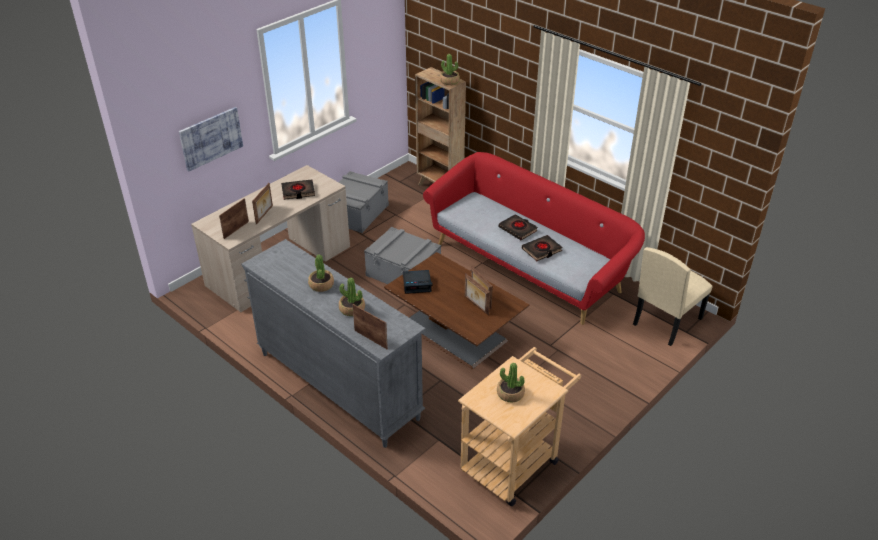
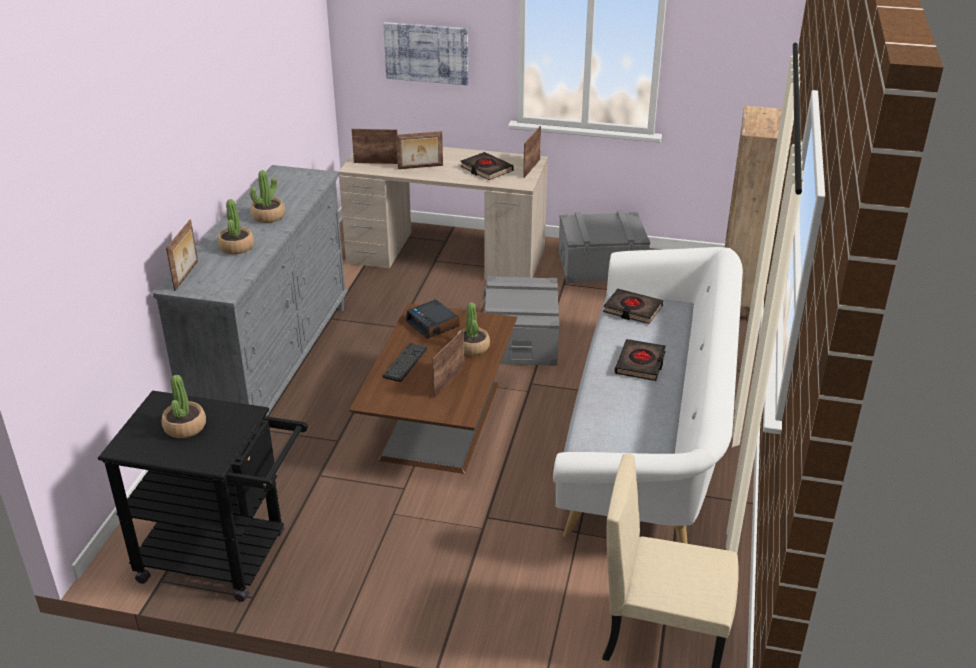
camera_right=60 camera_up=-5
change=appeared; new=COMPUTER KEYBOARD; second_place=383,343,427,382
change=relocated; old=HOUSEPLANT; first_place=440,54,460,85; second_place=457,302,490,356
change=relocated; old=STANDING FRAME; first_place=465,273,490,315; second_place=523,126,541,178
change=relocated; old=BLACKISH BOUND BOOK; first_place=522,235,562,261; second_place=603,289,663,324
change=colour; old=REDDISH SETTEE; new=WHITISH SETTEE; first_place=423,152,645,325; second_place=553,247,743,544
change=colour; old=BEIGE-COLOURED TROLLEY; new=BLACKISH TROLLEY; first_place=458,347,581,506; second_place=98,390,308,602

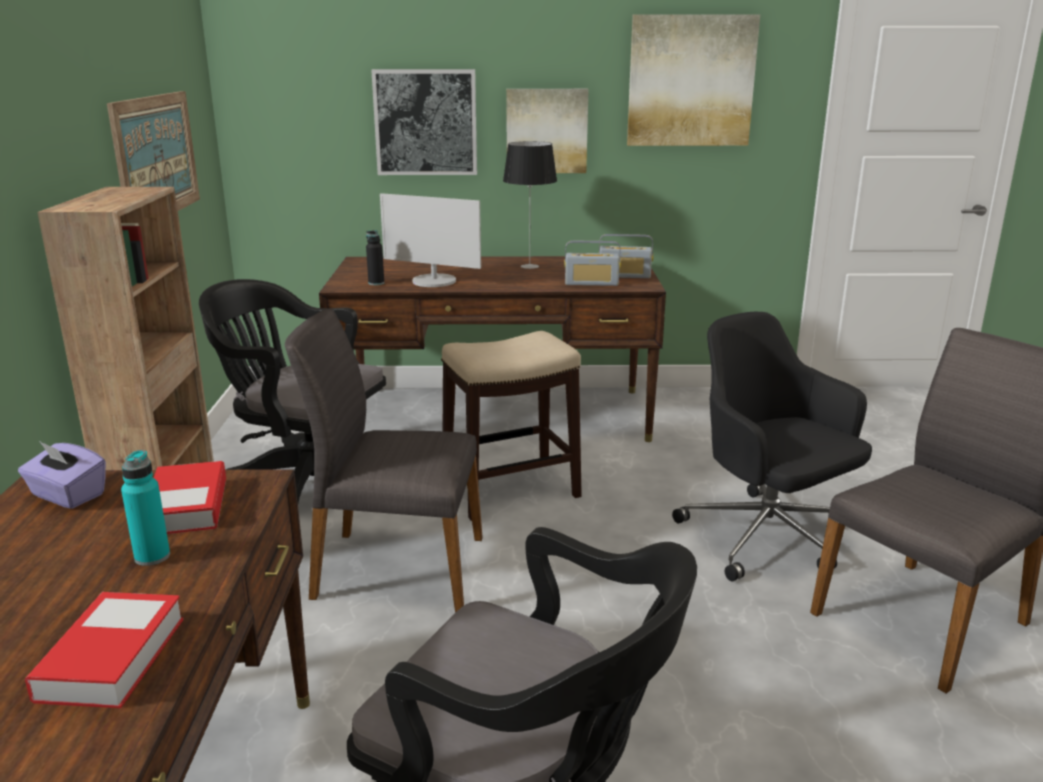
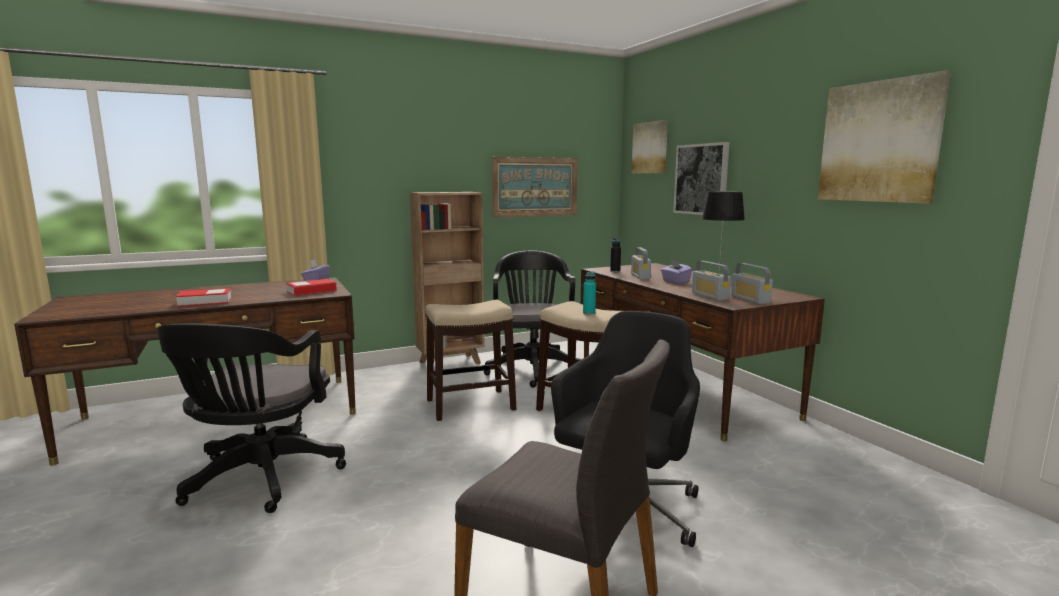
camera_right=65 camera_up=-10
change=appeared; new=PURPLE TISSUE BOX; second_place=661,260,692,284
change=relocated; old=BLUE-GREEN BEVERAGE BOTTLE; first_place=121,450,170,566; second_place=583,272,596,315
change=relocated; old=WALL ART; first_place=506,89,589,173; second_place=631,120,668,173
change=exchanged; old=GRAY CHAIR; new=SITTING STOOL; first_place=285,309,483,612; second_place=425,299,516,421
change=exchanged; old=COMPUTER DISPLAY; new=RADIO RECEIVER; first_place=380,193,481,287; second_place=631,247,651,280

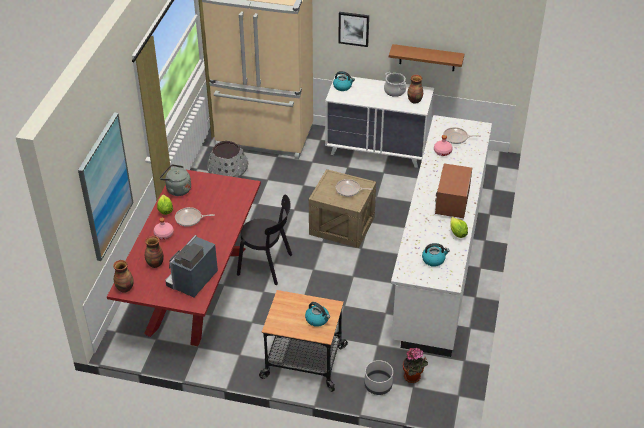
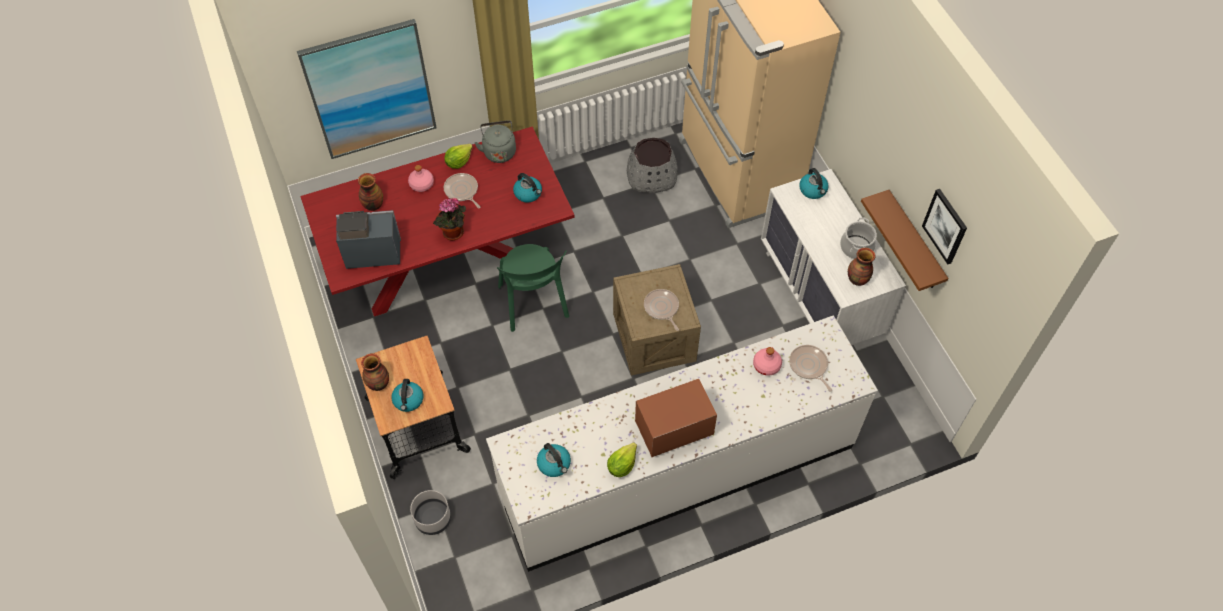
camera_right=55 camera_up=15
change=appeared; new=TEA KETTLE; second_place=513,173,542,203
change=relocated; old=FLOWER VASE; first_place=113,260,134,293; second_place=361,353,389,391
change=relocated; old=WALL ART; first_place=338,12,369,47; second_place=922,189,967,264
change=relocated; old=HOUSEPLANT; first_place=403,348,428,383; second_place=433,198,466,240
change=colour; old=BLACKISH CHAIR; new=GREENISH CHAIR; first_place=237,195,292,285; second_place=497,244,569,332

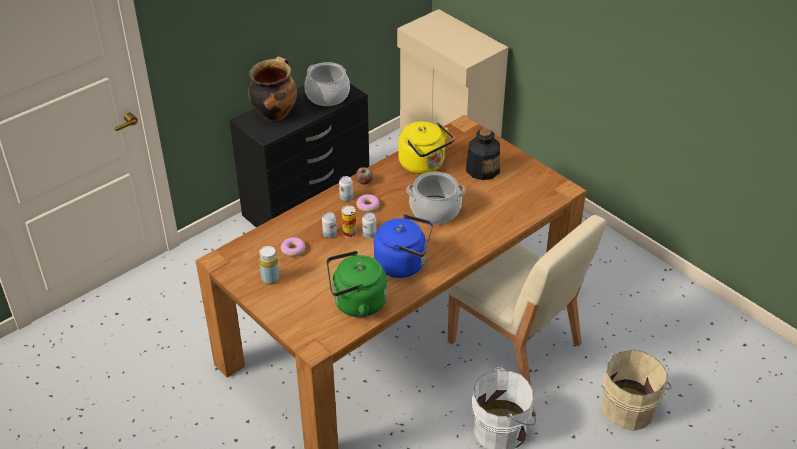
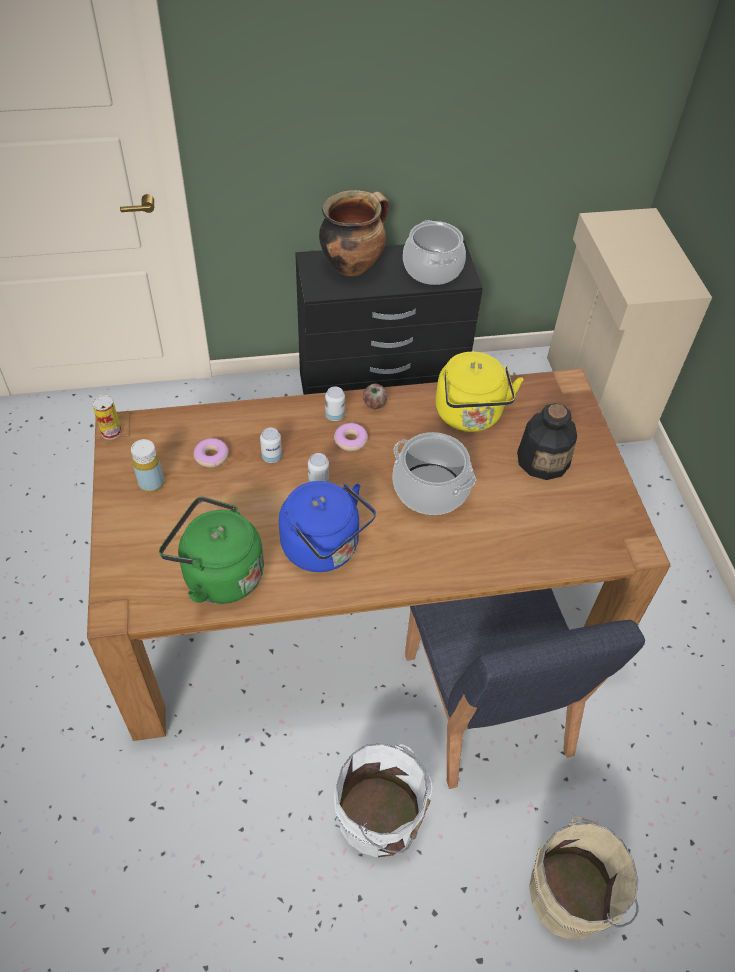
camera_right=30 camera_up=10
change=relocated; old=SEALED CAN; first_place=341,205,357,238; second_place=92,395,121,440
change=colour; old=BEIGE-COLOURED CHAIR; new=BLUISH CHAIR; first_place=448,215,606,385; second_place=405,588,645,789

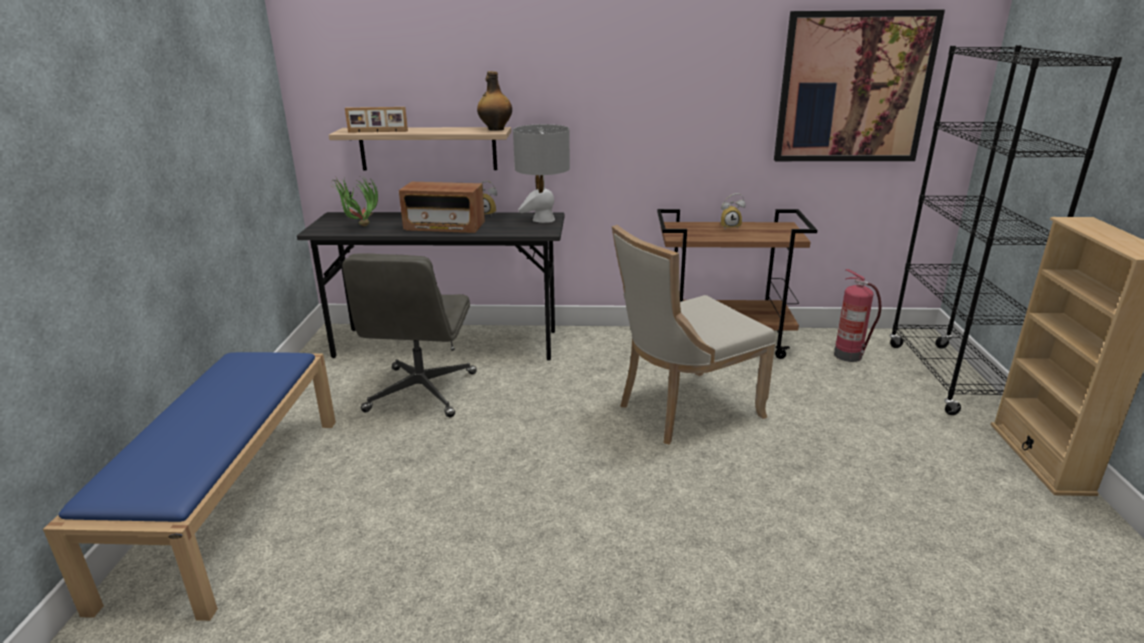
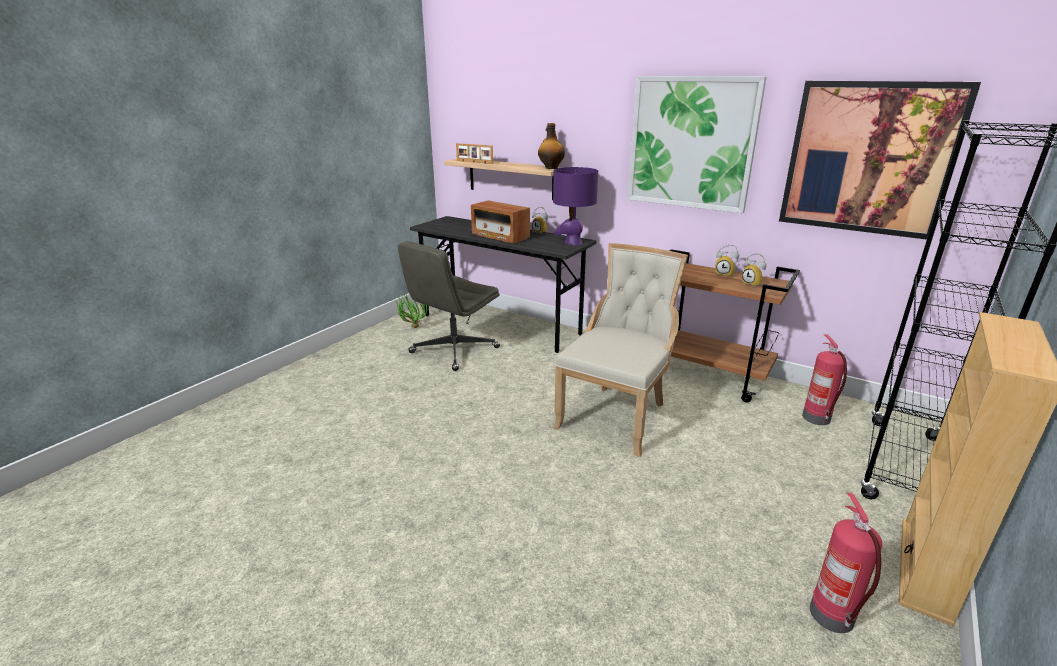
camera_right=30 camera_up=0
change=missing; old=BLUISH LONG SEAT; first_place=43,352,336,621
change=appeared; new=WALL ART; second_place=627,76,767,213
change=appeared; new=TABLE CLOCK; second_place=742,253,767,287
change=appeared; new=EXTINGUISHER; second_place=810,493,882,633
change=relocated; old=HOUSEPLANT; first_place=331,175,378,226; second_place=396,293,427,328
change=colour; old=GRAY LAMP FOR A TABLE; new=PURPLE LAMP FOR A TABLE; first_place=513,124,570,223; second_place=553,167,598,245
change=spun; old=BEIGE-COLOURED CHAIR; first_place=612,225,775,445; second_place=553,243,688,457; degrees=120

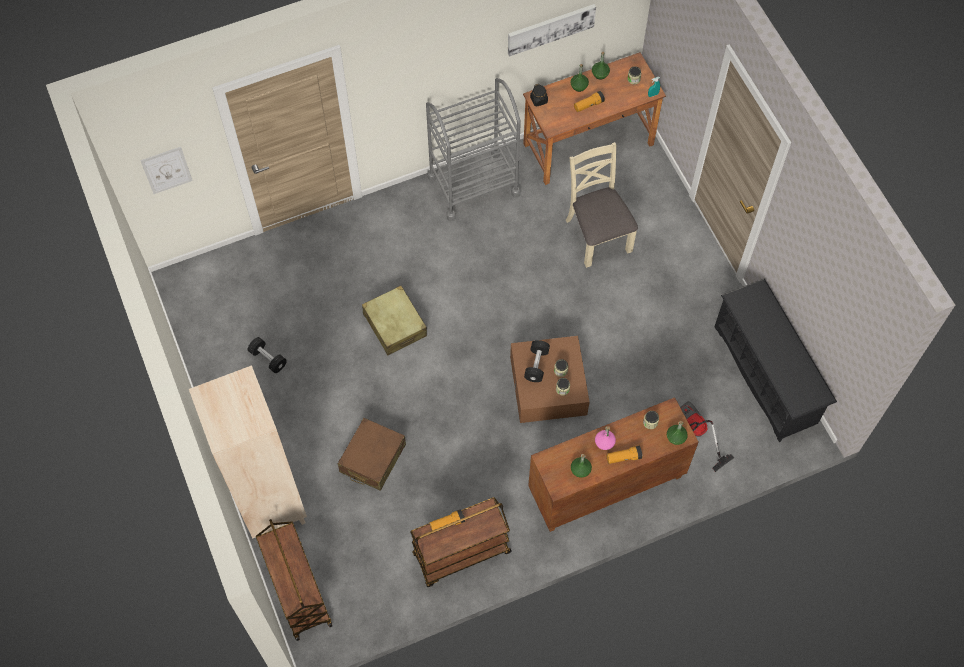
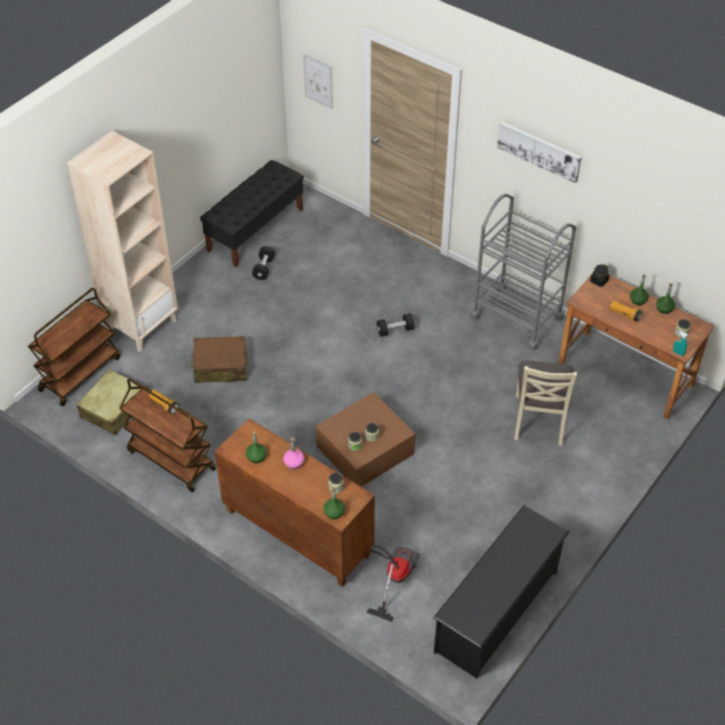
camera_right=60 camera_up=-15
change=missing; old=TORCH; first_place=606,446,643,464
change=appeared; new=BLACKISH LONG SEAT; second_place=200,160,304,267
change=relocated; old=BEIGE-COLOURED PIECE OF LUGGAGE; first_place=362,286,427,355; second_place=77,369,143,435
change=relocated; old=WALL ART; first_place=508,4,596,57; second_place=497,122,582,183
change=relocated; old=BLACKISH HAND WEIGHT; first_place=524,340,550,382; second_place=377,313,414,337
change=spun; old=BEIGE-COLOURED CHAIR; first_place=566,142,638,268; second_place=514,361,577,446; degrees=150

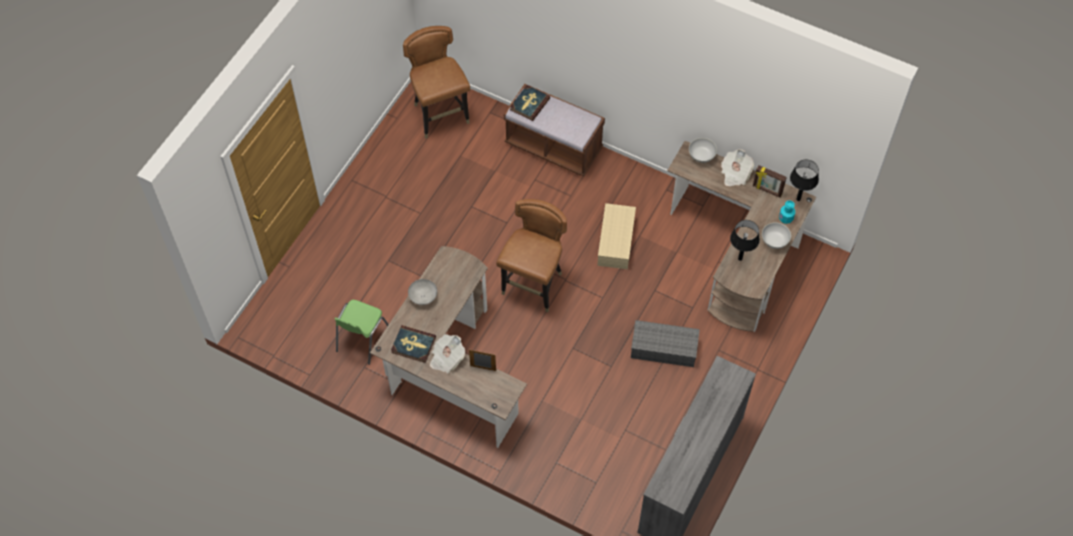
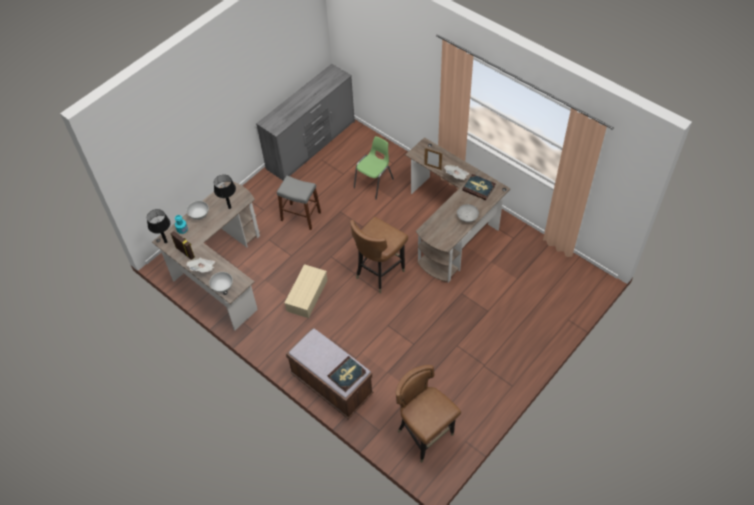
camera_right=-165 camera_up=-5
change=relocated; old=GREENISH CHAIR; first_place=334,300,389,365; second_place=354,136,394,200
change=exchanged; old=GRAY STORAGE BOX; new=GRAY SITTING STOOL; first_place=631,320,700,367; second_place=277,176,321,230
change=spun; old=BROWNISH CHAIR; first_place=403,26,470,139; second_place=396,365,461,463; degrees=150

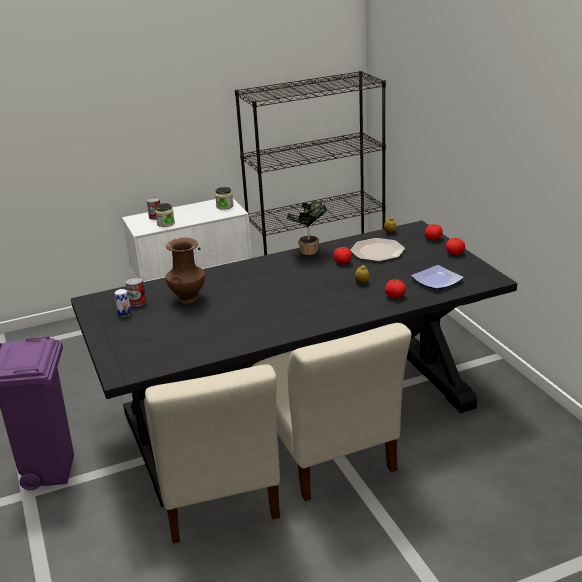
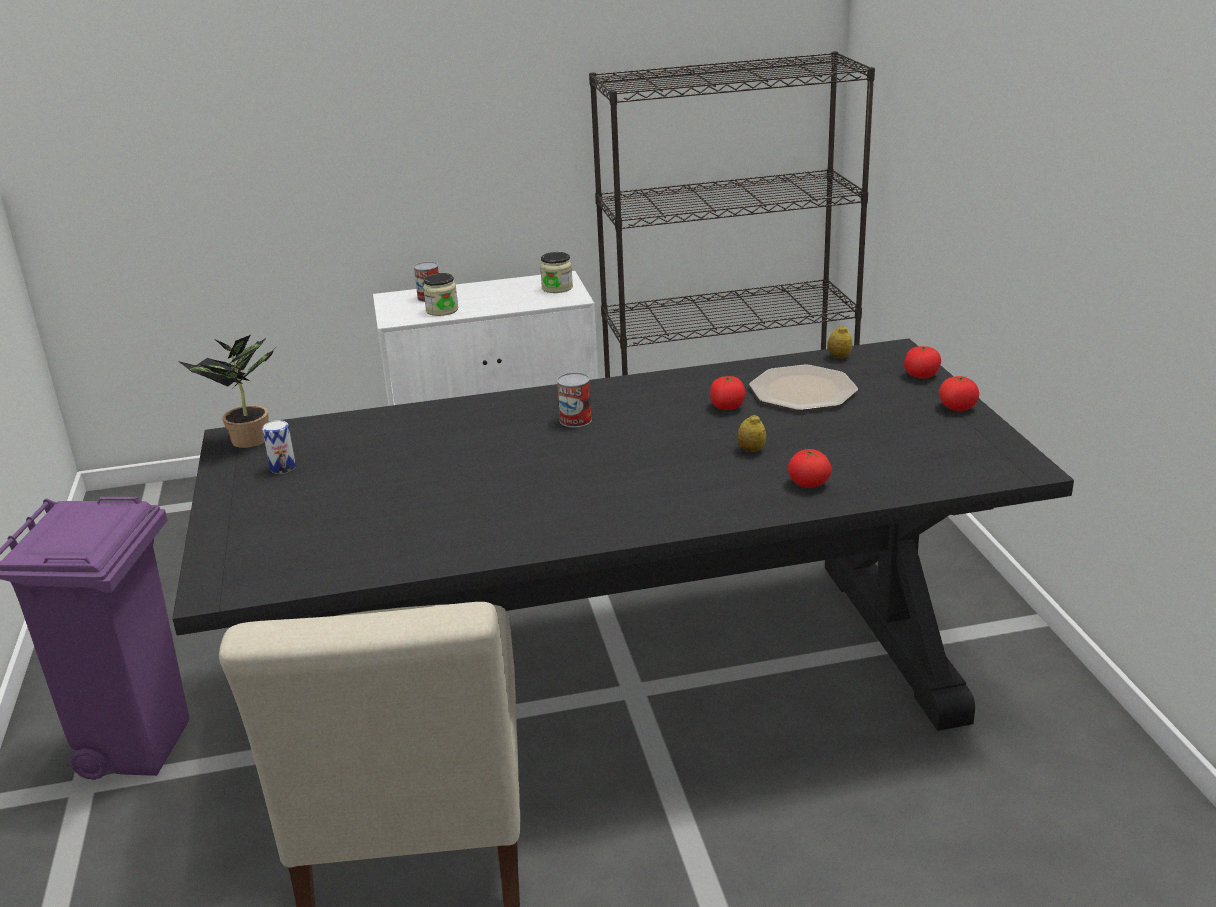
camera_right=10 camera_up=0
change=missing; old=BROWNISH FLOWER VASE; first_place=165,237,205,304
change=missing; old=BEIGE-COLOURED CHAIR; first_place=252,323,412,501
change=missing; old=DINNER PLATE; first_place=411,265,464,290
change=relocated; old=SEALED CAN; first_place=125,277,146,306; second_place=557,372,592,427
change=relocated; old=HOUSEPLANT; first_place=286,201,327,255; second_place=178,335,275,448

